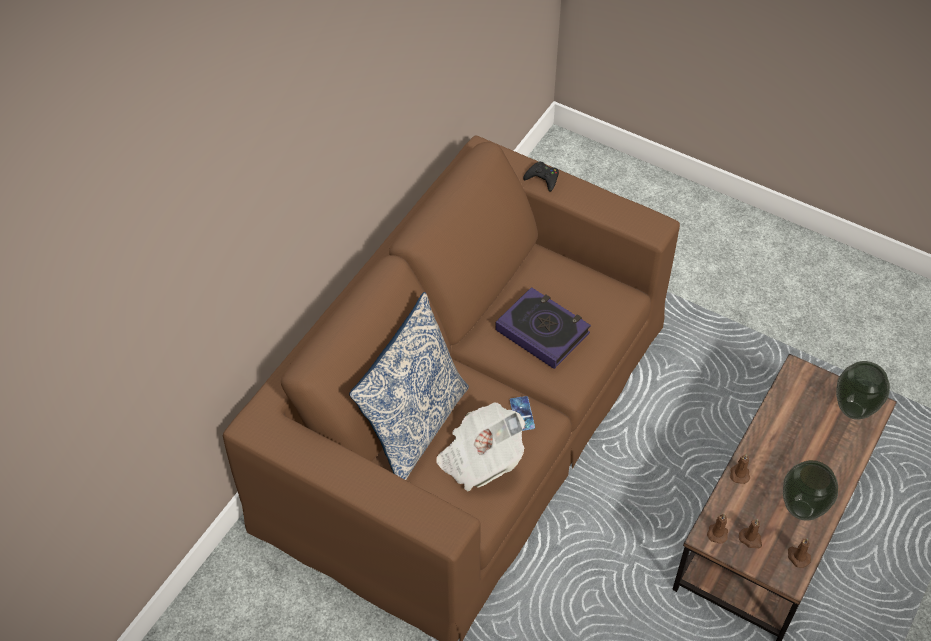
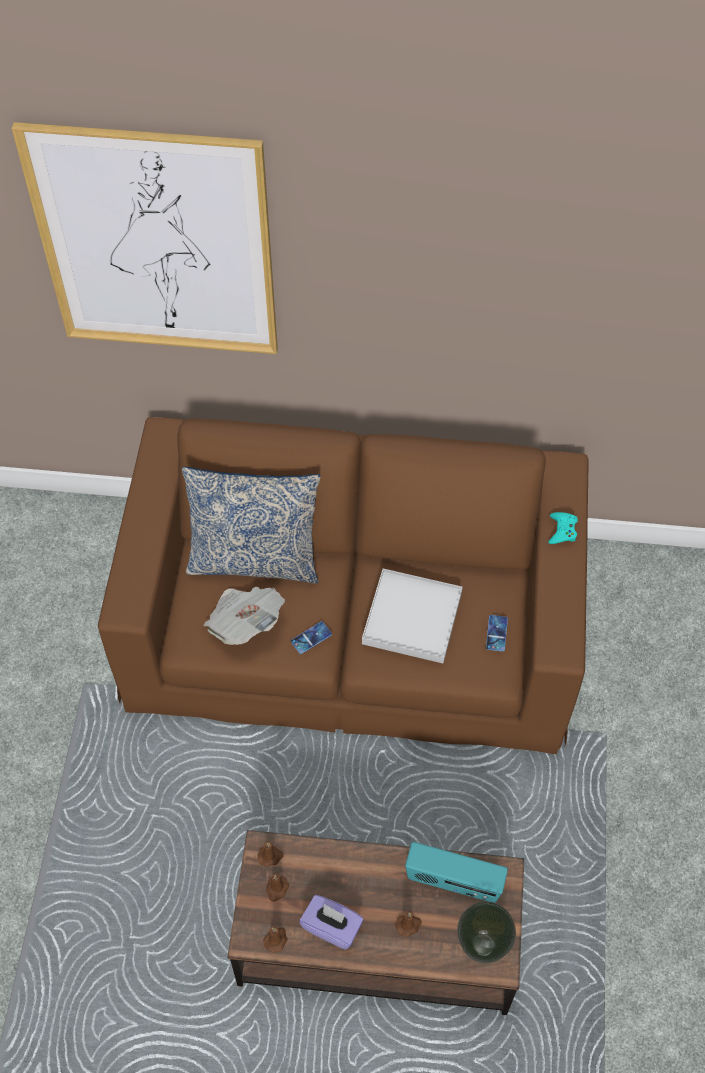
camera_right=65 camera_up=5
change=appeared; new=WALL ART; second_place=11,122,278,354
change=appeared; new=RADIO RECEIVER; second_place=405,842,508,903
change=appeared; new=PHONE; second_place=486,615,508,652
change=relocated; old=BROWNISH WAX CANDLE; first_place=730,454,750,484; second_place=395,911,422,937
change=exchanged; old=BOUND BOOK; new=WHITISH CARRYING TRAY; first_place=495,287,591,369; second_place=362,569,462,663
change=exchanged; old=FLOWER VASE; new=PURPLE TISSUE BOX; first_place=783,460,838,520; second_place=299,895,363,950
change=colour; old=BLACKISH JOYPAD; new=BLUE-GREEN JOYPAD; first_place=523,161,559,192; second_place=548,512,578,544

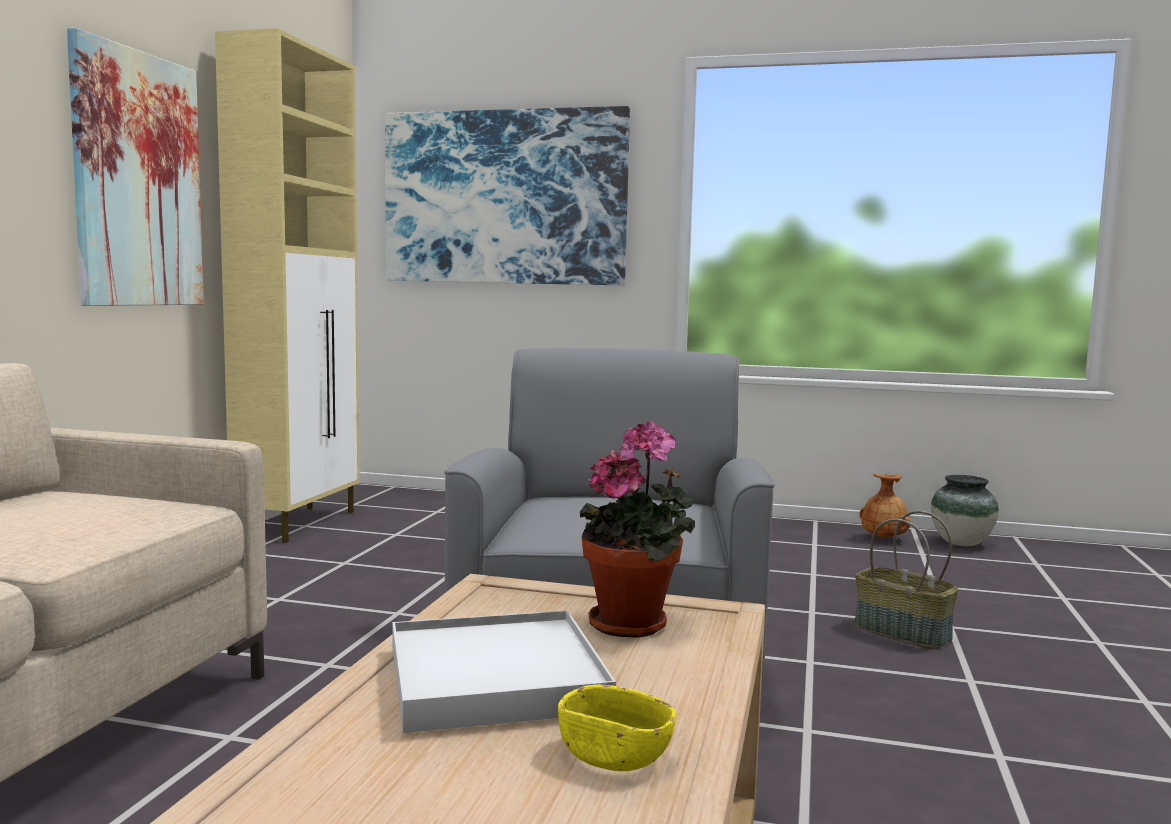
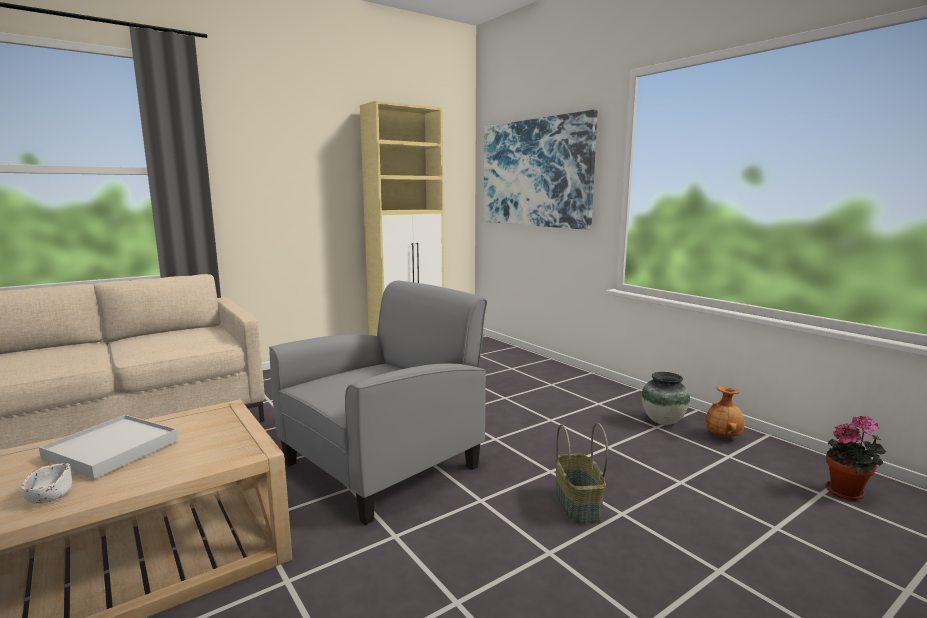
camera_right=40 camera_up=5
change=missing; old=WALL ART; first_place=67,28,204,306
change=relocated; old=HOUSEPLANT; first_place=580,421,695,638; second_place=826,416,886,500
change=relocated; old=FLOWER VASE; first_place=931,475,999,546; second_place=641,372,690,425
change=colour; old=YELLOW-COLOURED DEEP DISH; new=WHITISH DEEP DISH; first_place=558,684,676,771; second_place=21,463,72,504

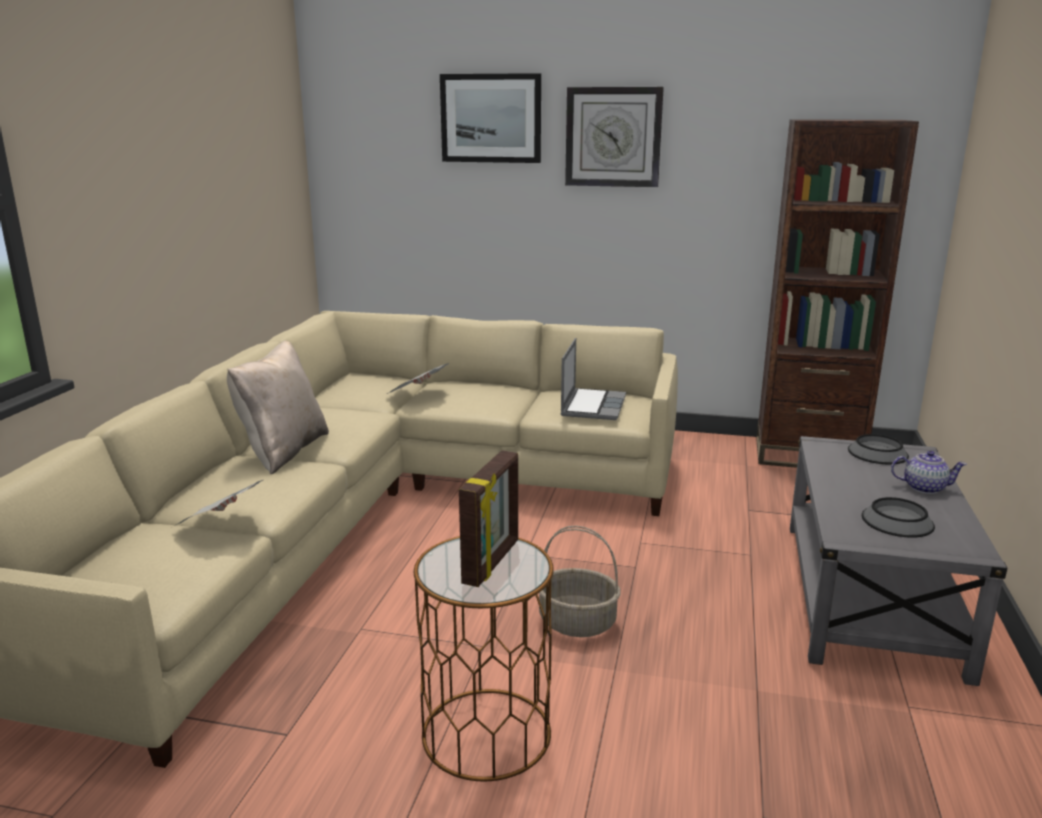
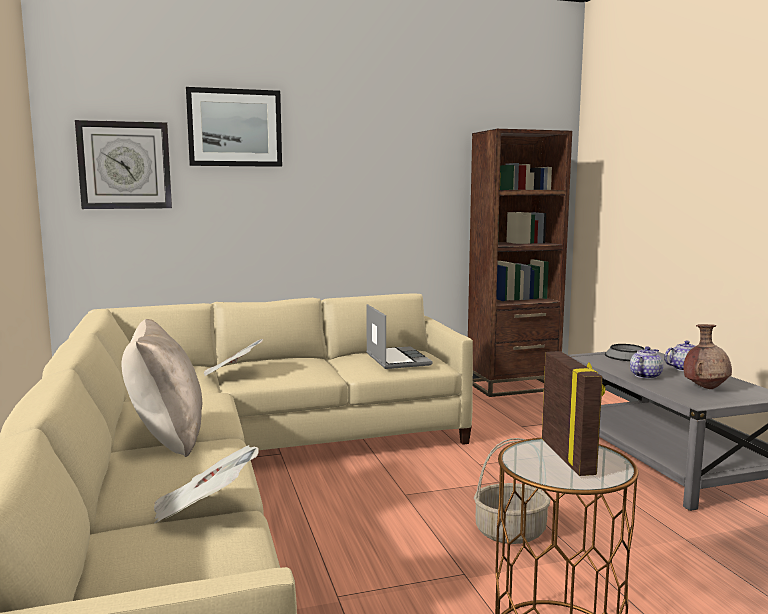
camera_right=-30 camera_up=-10
change=appeared; new=TEAPOT; second_place=630,346,663,379
change=relocated; old=HANGING CLOCK; first_place=565,87,664,187; second_place=75,120,172,209
change=exchanged; old=DEEP DISH; new=BROWNISH FLOWER VASE; first_place=862,497,935,538; second_place=683,324,732,389

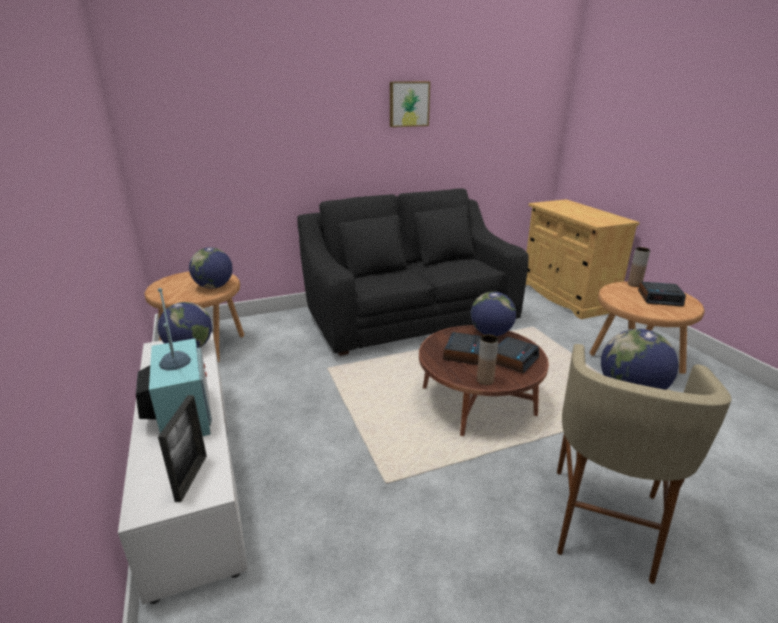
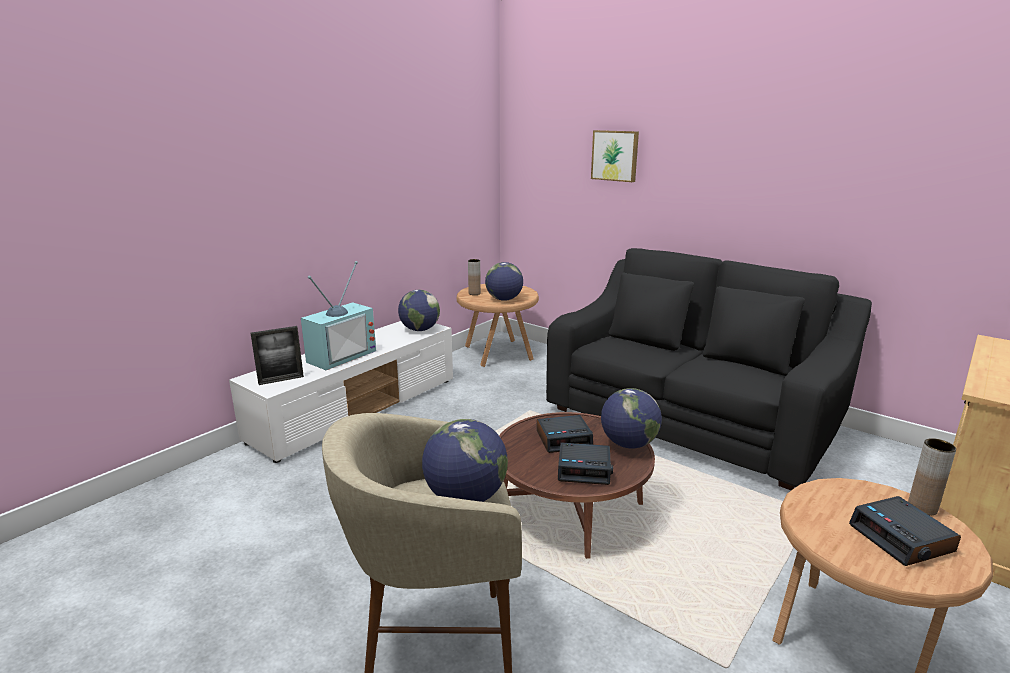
camera_right=60 camera_up=-5
change=relocated; old=WALL ART; first_place=390,82,430,127; second_place=591,130,639,182
change=relocated; old=BROWNISH FLOWER VASE; first_place=477,334,499,385; second_place=468,259,481,295

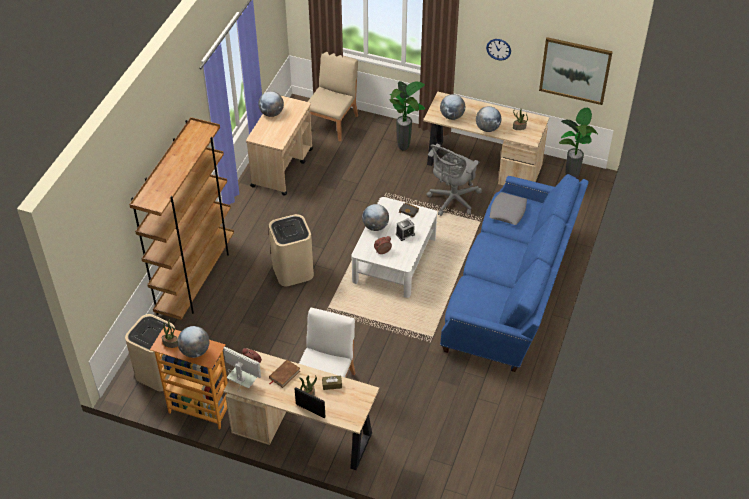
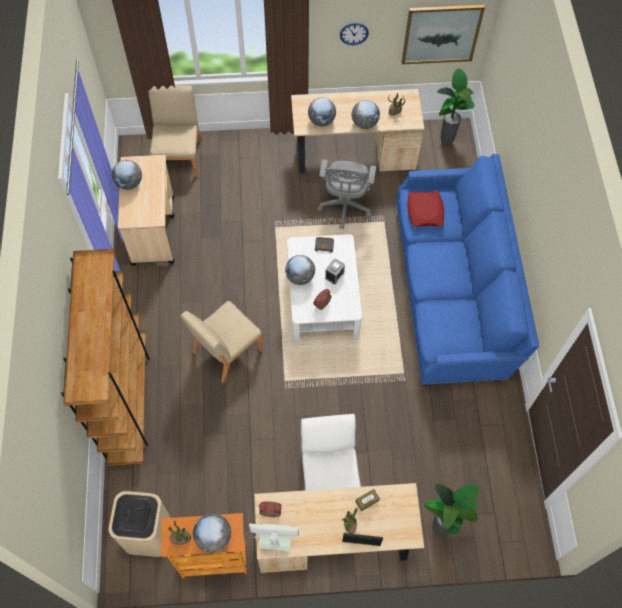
camera_right=-25 camera_up=15
change=missing; old=BROWNISH BOUND BOOK; first_place=269,360,300,388
change=relocated; old=HOUSEPLANT; first_place=390,81,425,150; second_place=424,484,479,536
change=exchanged; old=BEIGE-COLOURED RUBBISH BIN; new=BEIGE-COLOURED CHAIR; first_place=268,214,314,286; second_place=180,301,263,384
change=colour; old=GRAY CUSHION; new=REDDISH CUSHION; first_place=489,192,527,225; second_place=407,191,444,227

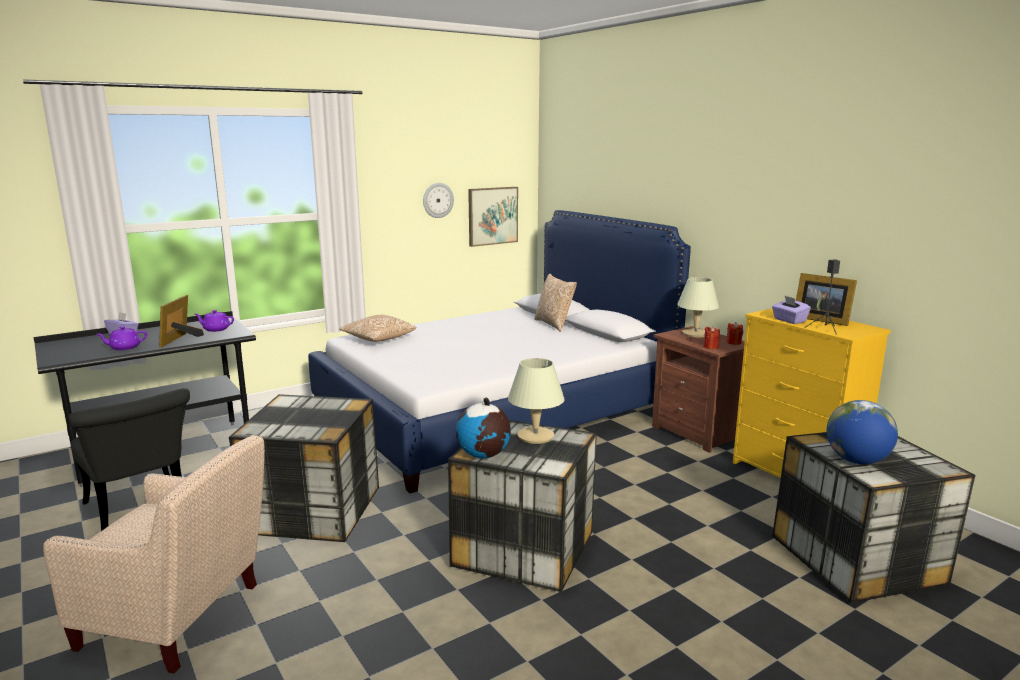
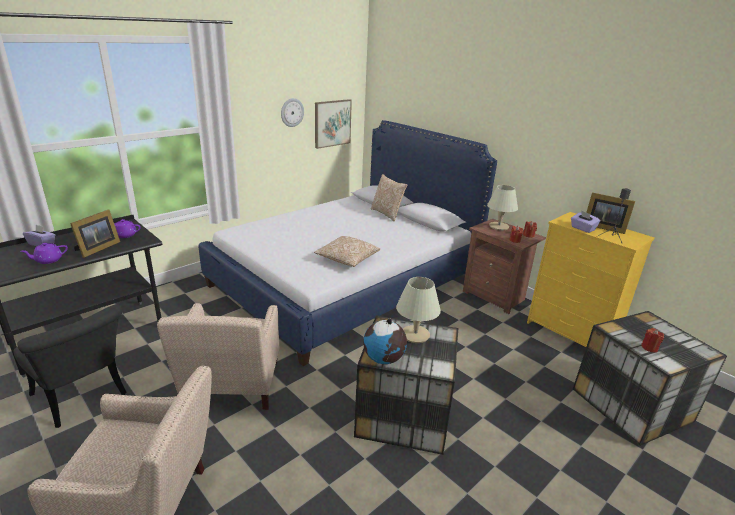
camera_right=-10 camera_up=10
change=relocated; old=CUSHION; first_place=339,315,416,342; second_place=314,236,380,267
change=exchanged; old=STORAGE BOX; new=BEIGE-COLOURED LOUNGE CHAIR; first_place=229,394,379,542; second_place=157,303,279,410
change=exchanged; old=WORLD GLOBE; new=REDDISH WAX CANDLE; first_place=827,400,898,464; second_place=641,328,664,352
change=spun; old=STANDING FRAME; first_place=159,295,204,348; second_place=70,209,120,258; degrees=-150

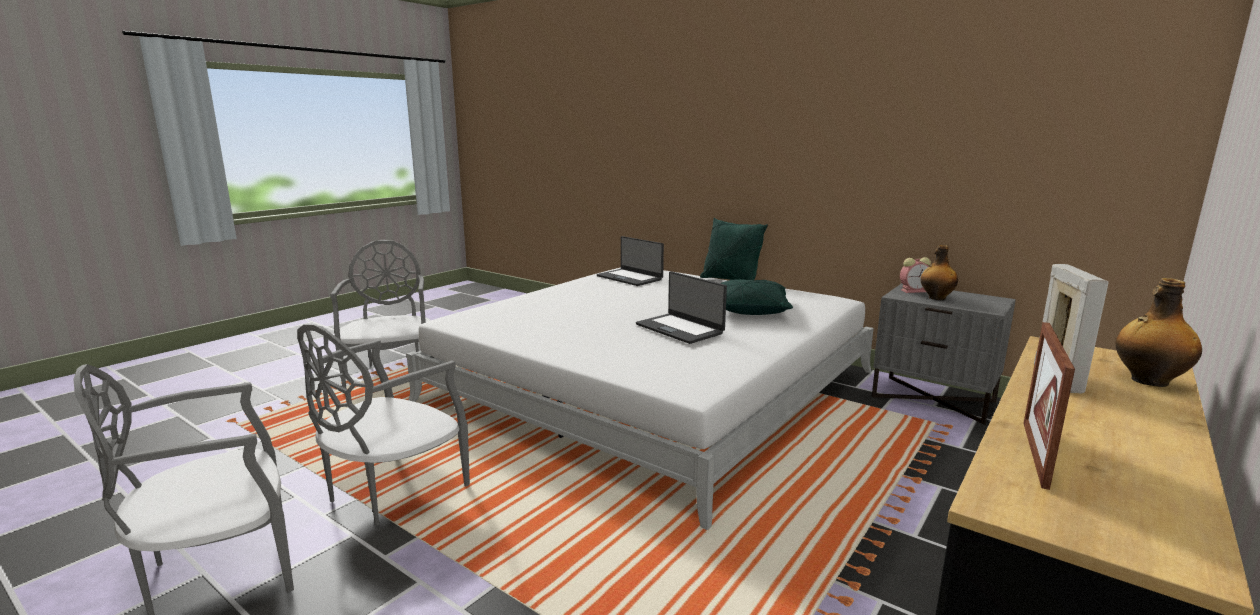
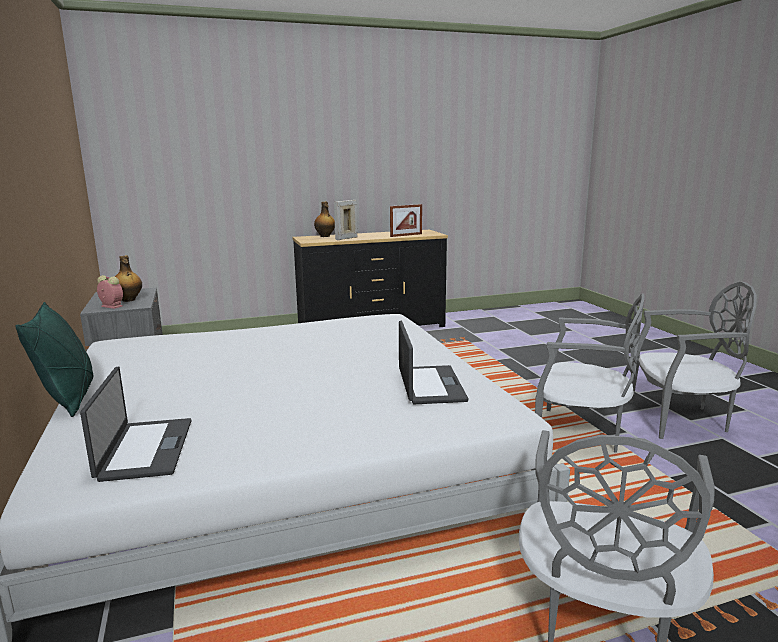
camera_right=-145 camera_up=0
change=missing; old=GREENISH CUSHION; first_place=720,279,793,315
change=relocated; old=PORTABLE COMPUTER; first_place=636,271,727,344; second_place=399,320,469,404
change=spun; old=GRAY CHAIR; first_place=297,324,470,525; second_place=535,293,645,453; degrees=45

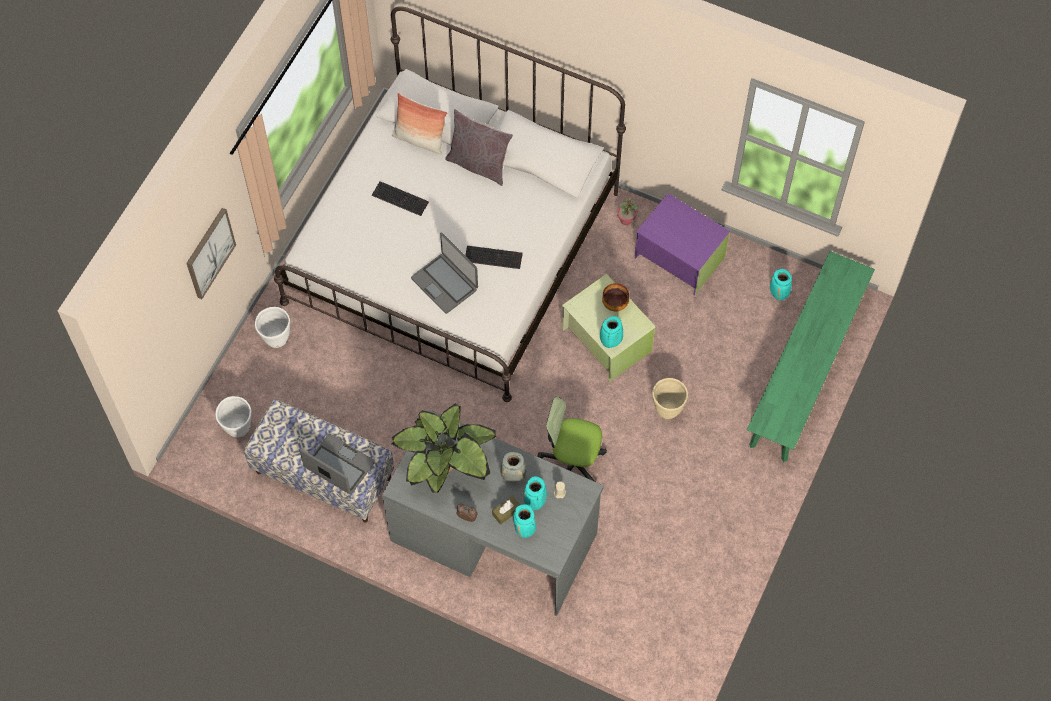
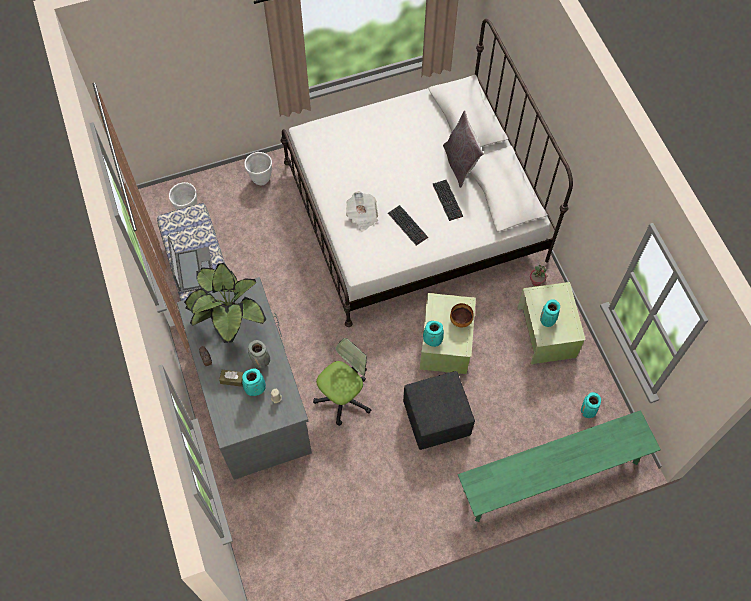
camera_right=45 camera_up=0
change=missing; old=WALL ART; first_place=186,208,236,299
change=missing; old=CUSHION; first_place=392,93,447,155
change=relocated; old=COMPUTER KEYBOARD; first_place=372,182,429,216; second_place=433,180,463,221
change=relocated; old=BLUE-GREEN FLOWER VASE; first_place=513,504,536,538; second_place=540,299,560,327
change=exchanged; old=PORTABLE COMPUTER; new=DAILY PAPER; first_place=411,233,478,314; second_place=346,191,378,232
change=exchanged; old=BEIGE-COLOURED FLOWER POT; new=BLACKISH OTTOMAN; first_place=652,378,688,419; second_place=403,371,475,450
change=colour; old=PURPLE STORAGE BOX; new=GREENISH STORAGE BOX; first_place=635,193,730,295; second_place=517,282,586,364
change=spun; old=OFFICE CHAIR; first_place=537,397,607,481; second_place=313,338,371,426; degrees=75

